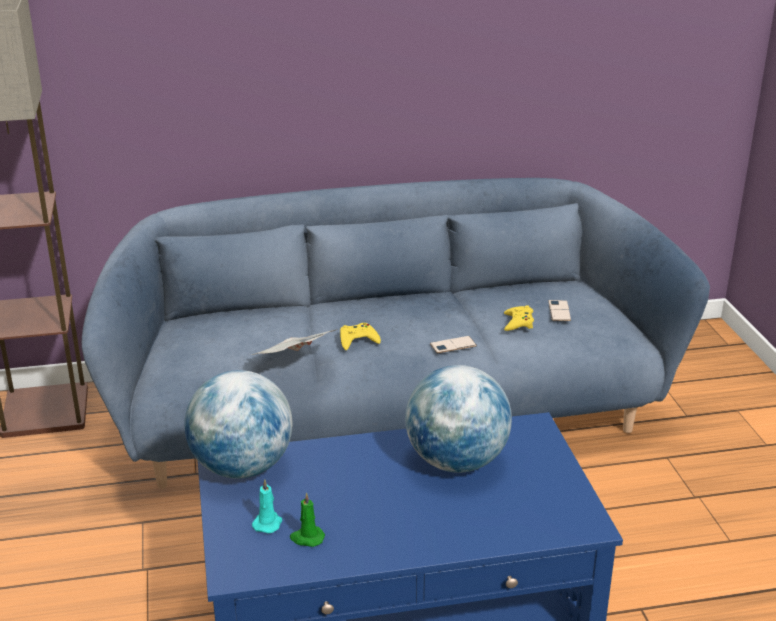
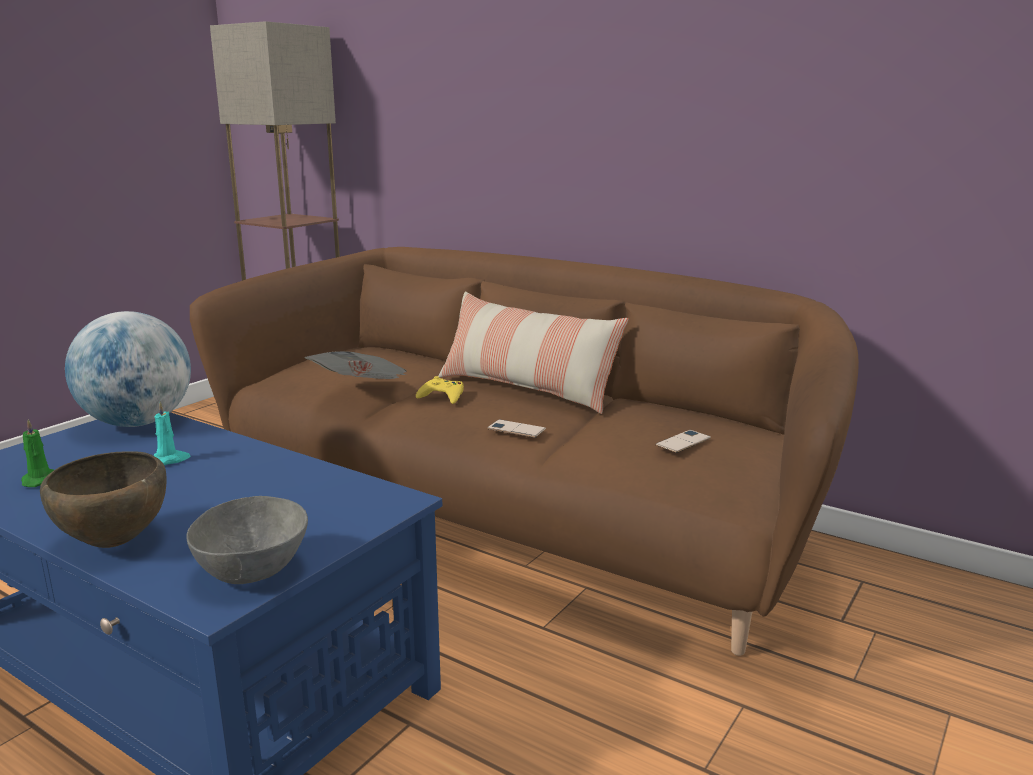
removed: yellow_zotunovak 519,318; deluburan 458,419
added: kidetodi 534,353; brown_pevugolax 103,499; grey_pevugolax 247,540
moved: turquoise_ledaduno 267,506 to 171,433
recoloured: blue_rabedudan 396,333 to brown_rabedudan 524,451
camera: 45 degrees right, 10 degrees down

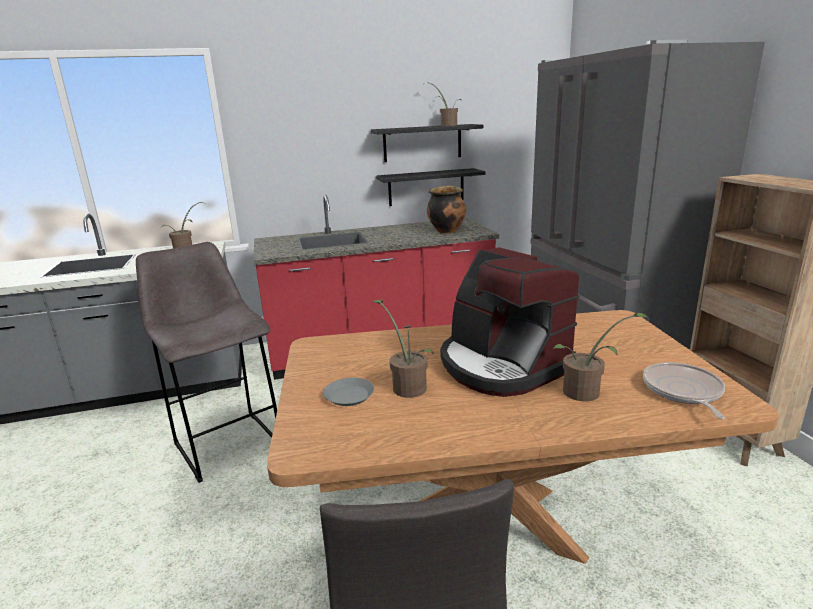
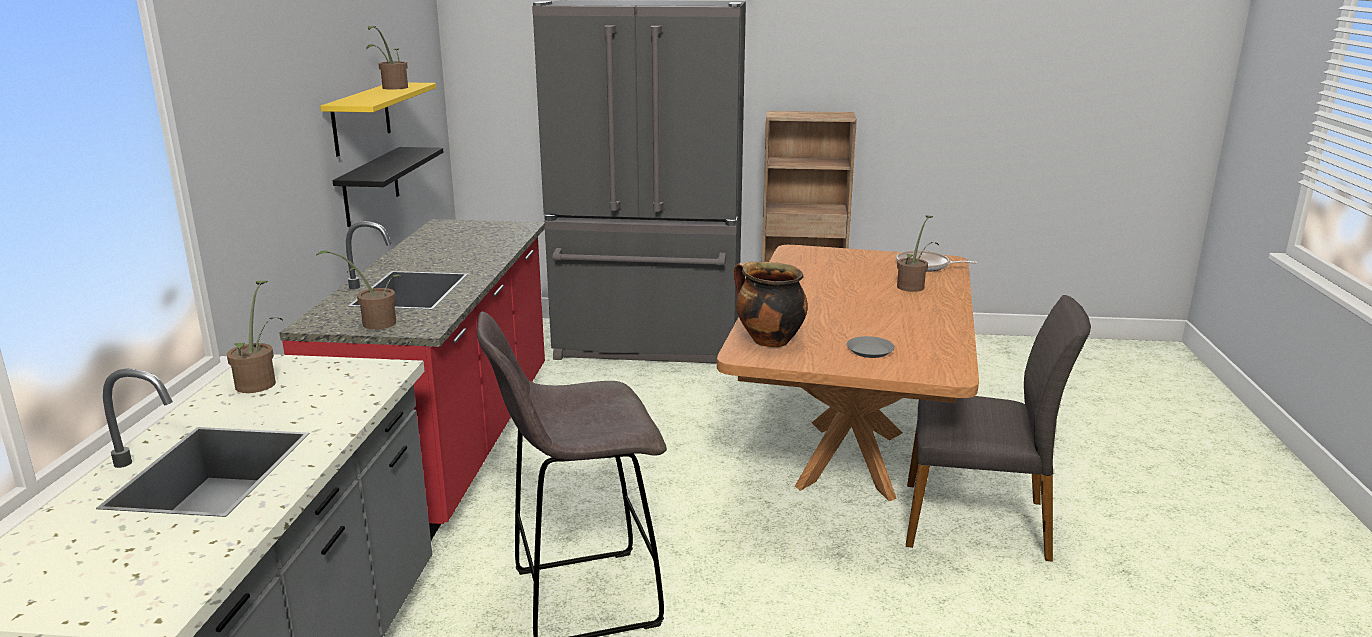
removed: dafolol 510,322
moved: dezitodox 446,209 to 771,304; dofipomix 403,348 to 358,290
recoloured: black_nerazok 427,143 to yellow_nerazok 378,119
camera: 70 degrees left, 0 degrees up

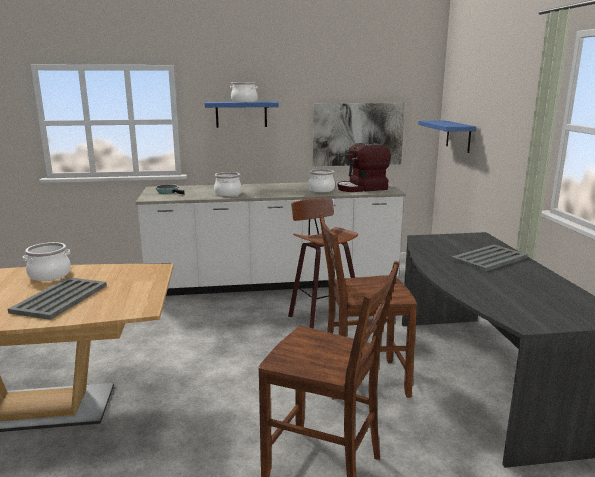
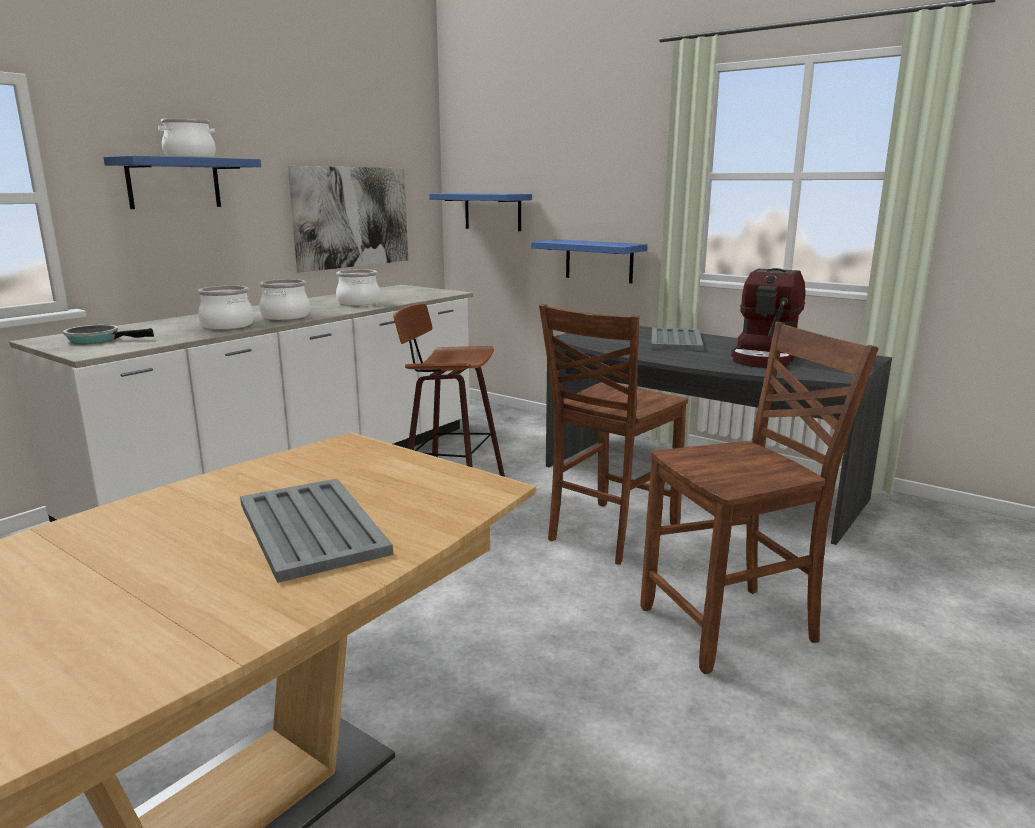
added: blue_nerazok 589,261
moved: dafolol 364,167 to 768,318; dezitodox 47,261 to 284,299
camera: 45 degrees left, 0 degrees up

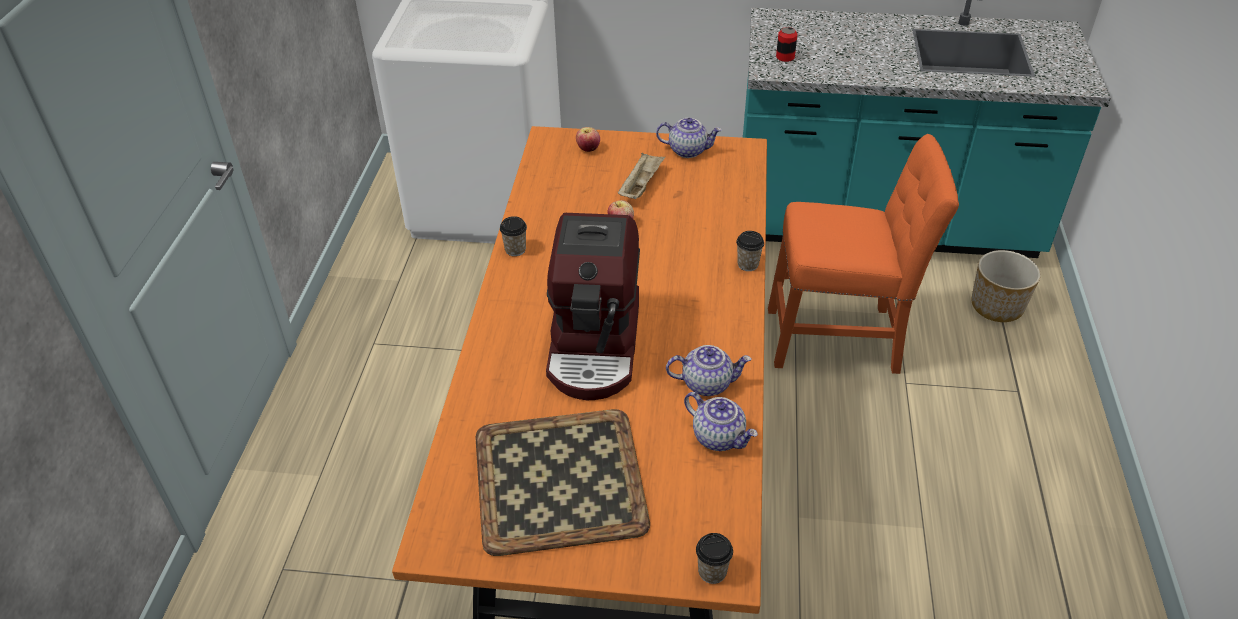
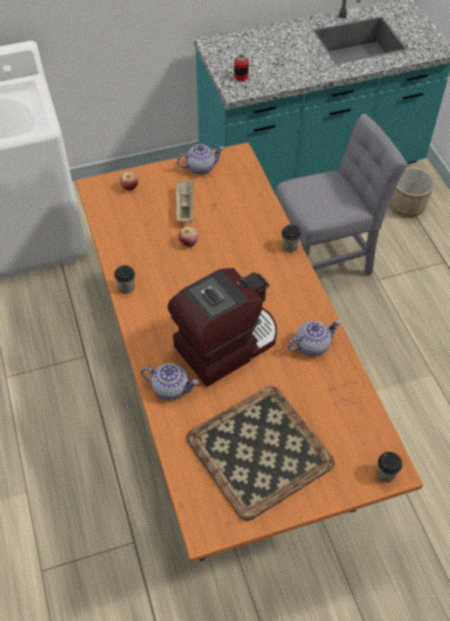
moved: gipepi 721,421 to 169,381
recoloured: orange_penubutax 863,254 to grey_penubutax 341,194
turned: dafolol 593,306 = 222,327 105 degrees counterclockwise
camera: 25 degrees left, 10 degrees up

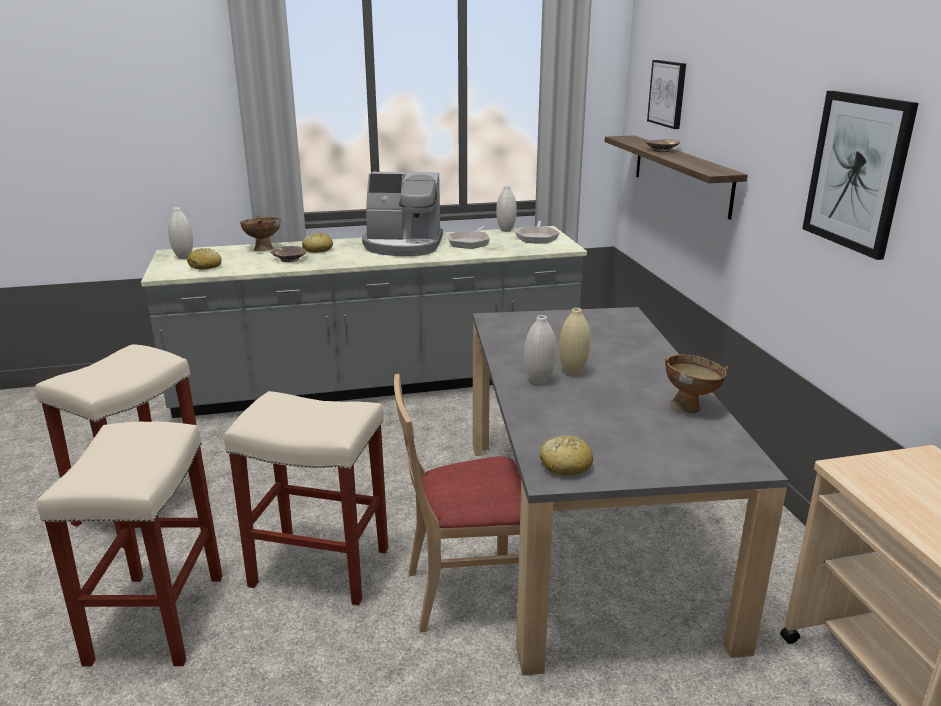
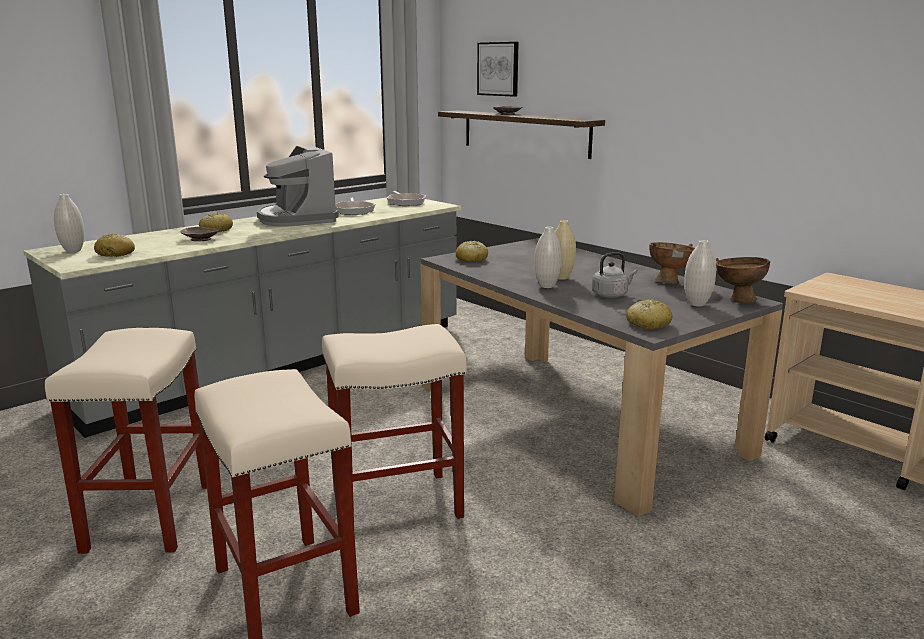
removed: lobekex 860,175; beige_penubutax 457,503
added: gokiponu 472,251; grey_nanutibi 614,275
moved: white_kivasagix 506,208 to 700,273; brown_pevugolax 260,233 to 743,280
turned: dafolol 402,214 = 298,186 90 degrees clockwise
camera: 30 degrees left, 5 degrees down

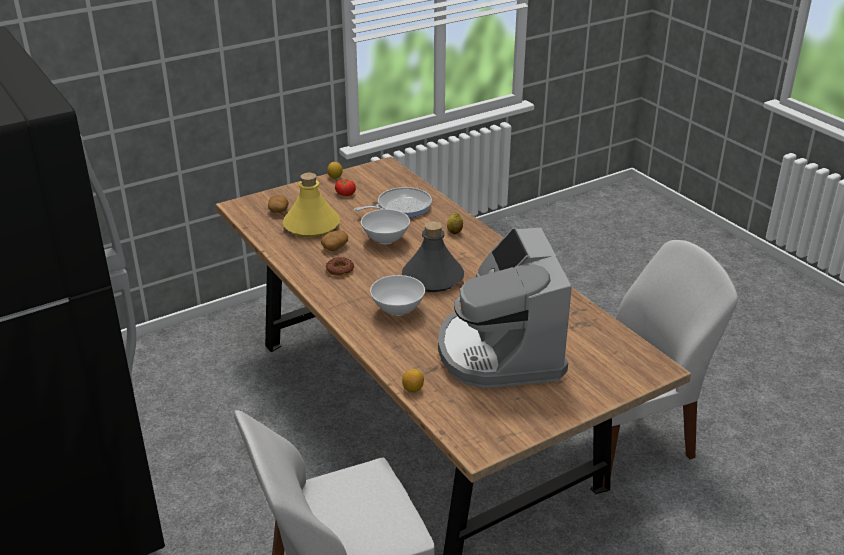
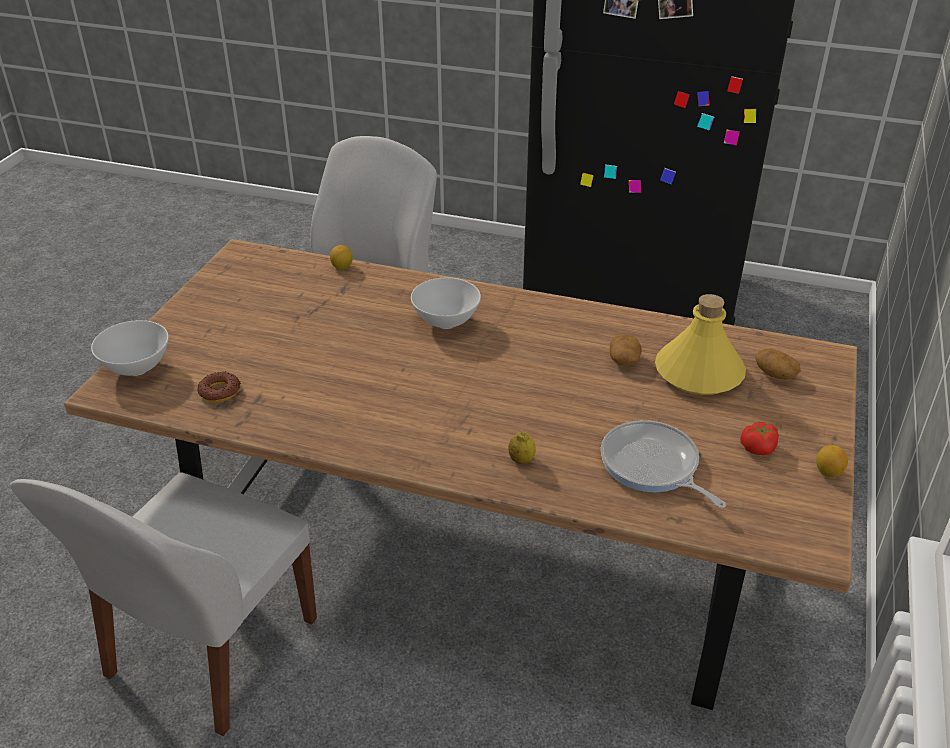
removed: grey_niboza 433,256; dafolol 505,307
moved: white_pevugolax 385,227 to 130,348; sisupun 340,266 to 219,387
turned: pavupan 393,202 = 663,464 120 degrees clockwise
camera: 140 degrees right, 5 degrees up

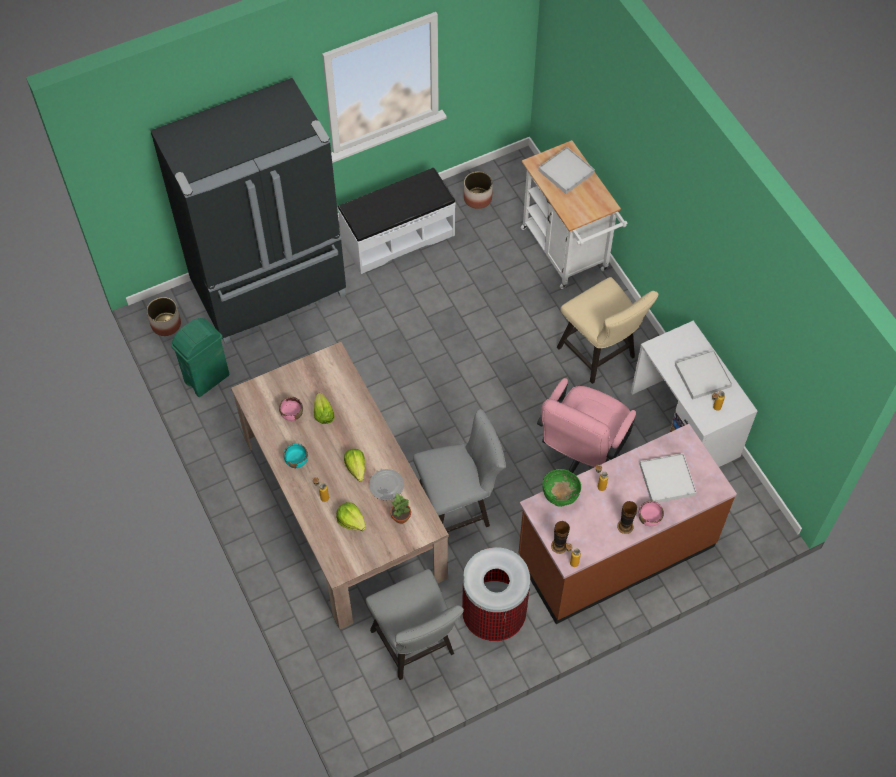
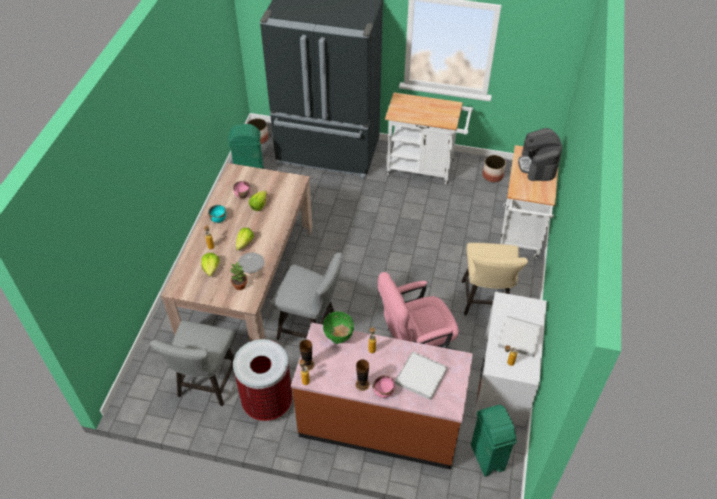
added: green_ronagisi 494,441
replaced: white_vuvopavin 566,170 to dafolol 540,154; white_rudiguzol 397,221 to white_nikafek 429,138
camera: 40 degrees right, 10 degrees down

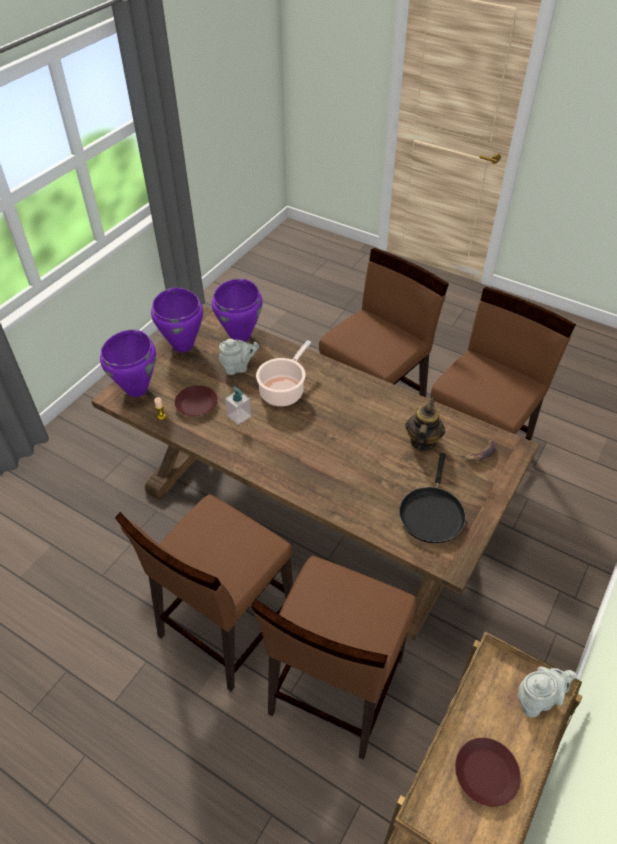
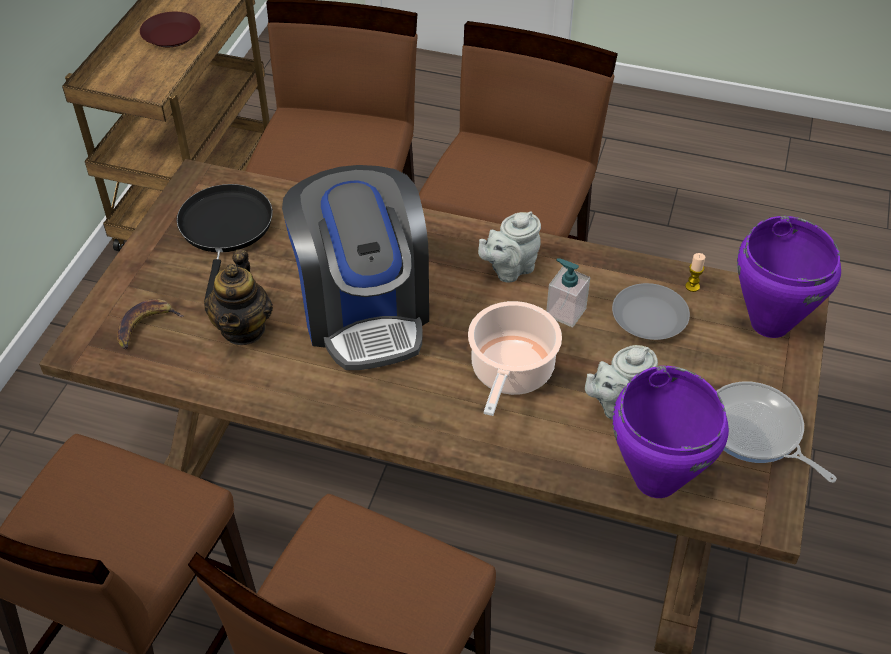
added: dafolol 355,267
moved: grey_gipepi 547,691 to 509,247
replaced: purple_dezitodox 177,320 to pavupan 776,432
recoloured: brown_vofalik 196,400 to grey_vofalik 651,311
camera: 165 degrees right, 0 degrees up

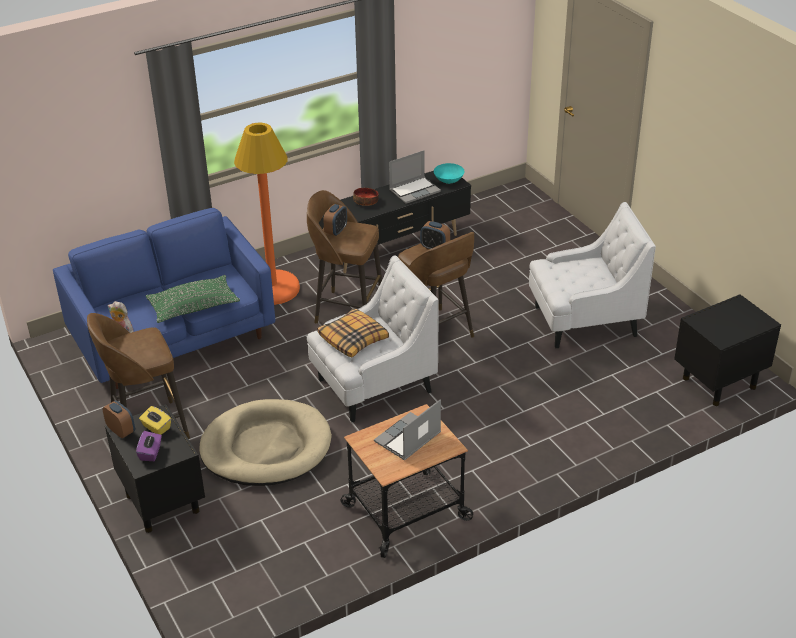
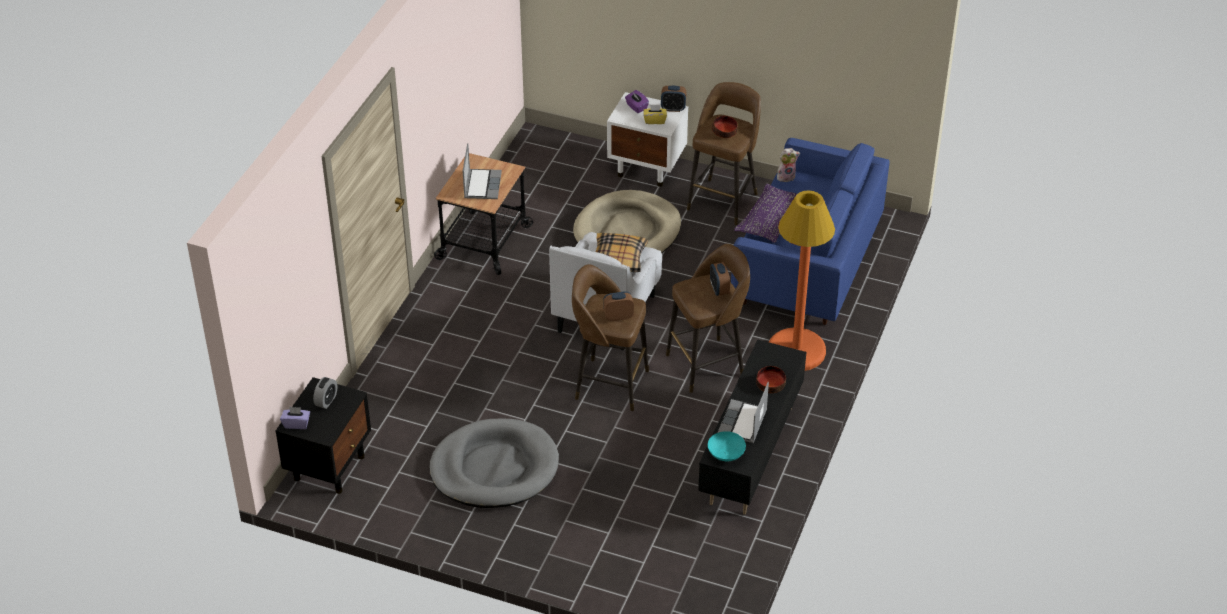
added: pevugolax 725,127; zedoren 325,393; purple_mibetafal 295,418
replaced: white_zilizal 592,275 to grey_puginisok 494,463
recoloured: green_kidetodi 193,299 to purple_kidetodi 765,213; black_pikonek 155,468 to white_pikonek 647,139
camera: 140 degrees right, 5 degrees up

